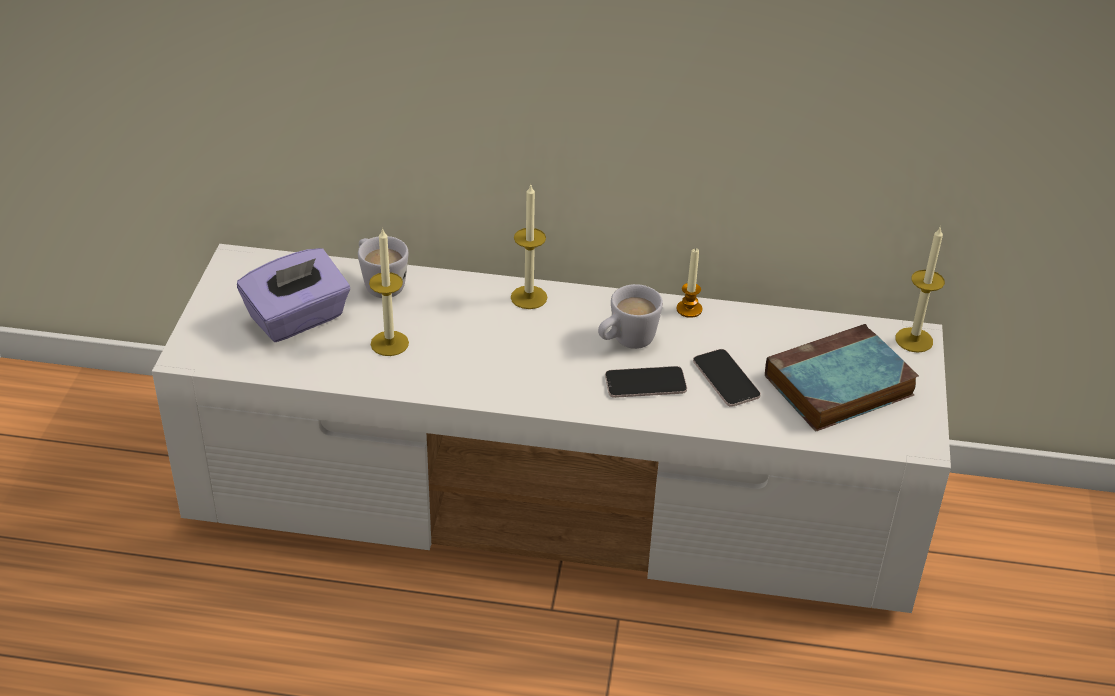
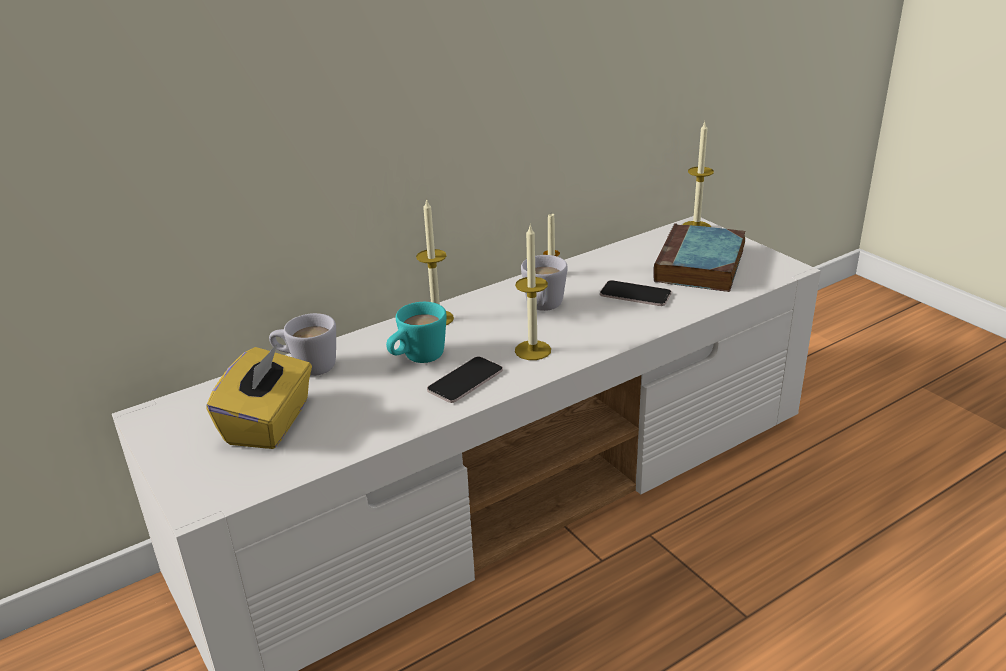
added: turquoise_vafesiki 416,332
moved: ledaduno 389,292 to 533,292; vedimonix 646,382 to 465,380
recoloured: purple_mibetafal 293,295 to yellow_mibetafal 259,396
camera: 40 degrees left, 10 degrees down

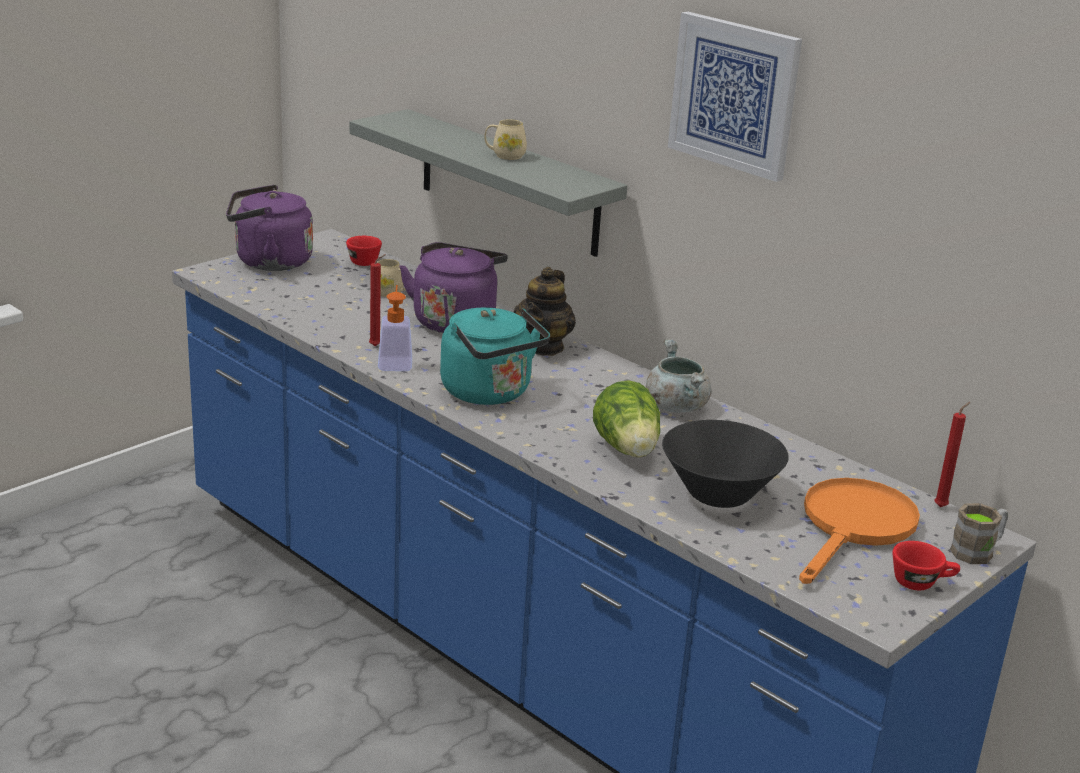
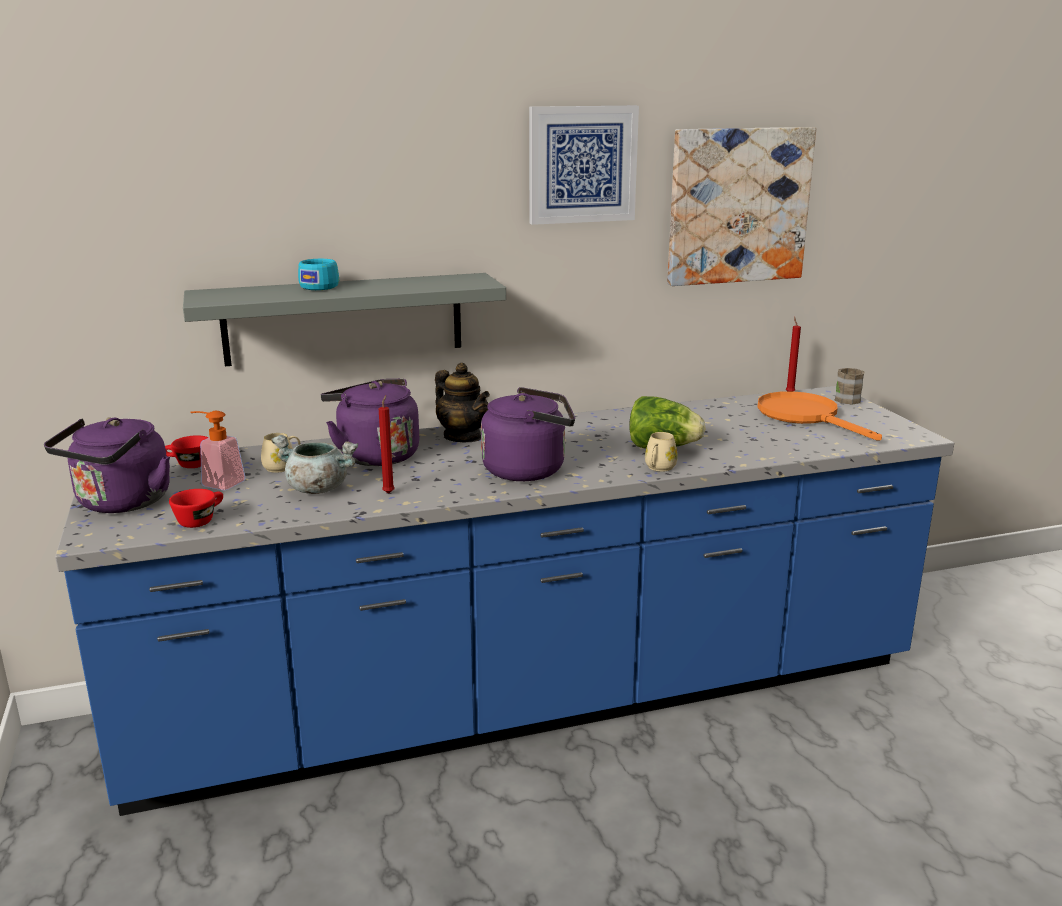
removed: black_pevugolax 725,464
added: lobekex 741,206; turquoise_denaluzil 318,274
moved: beige_vafesiki 505,139 to 661,452; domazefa 395,328 to 218,450; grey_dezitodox 678,376 to 314,464; red_denaluzil 926,565 to 196,508
recoloured: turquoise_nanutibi 495,356 to purple_nanutibi 528,434
camera: 60 degrees left, 5 degrees down

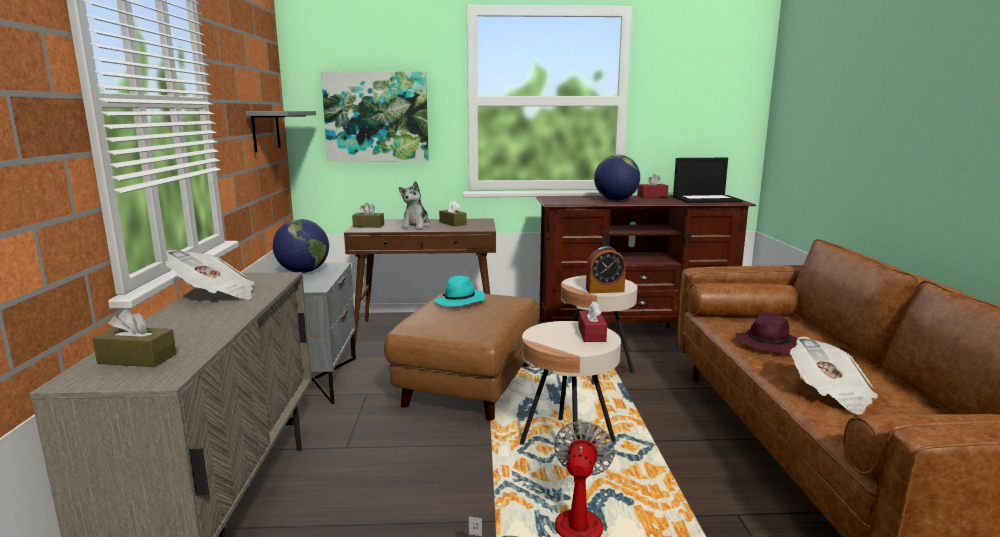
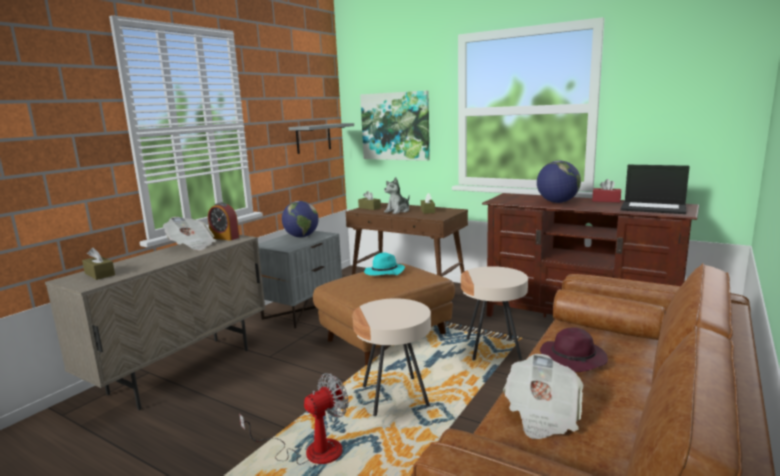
removed: red_mibetafal 592,321
moved: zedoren 606,269 to 224,221
camera: 35 degrees right, 0 degrees up

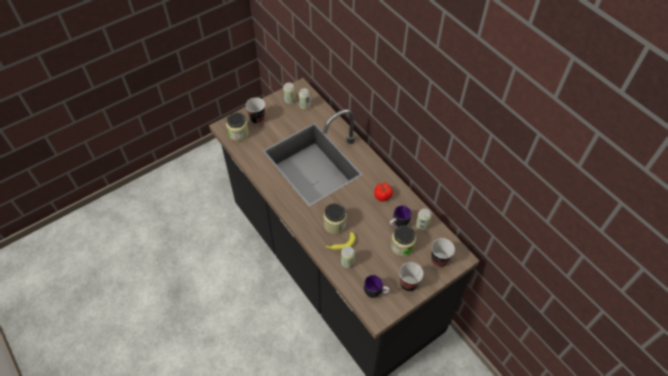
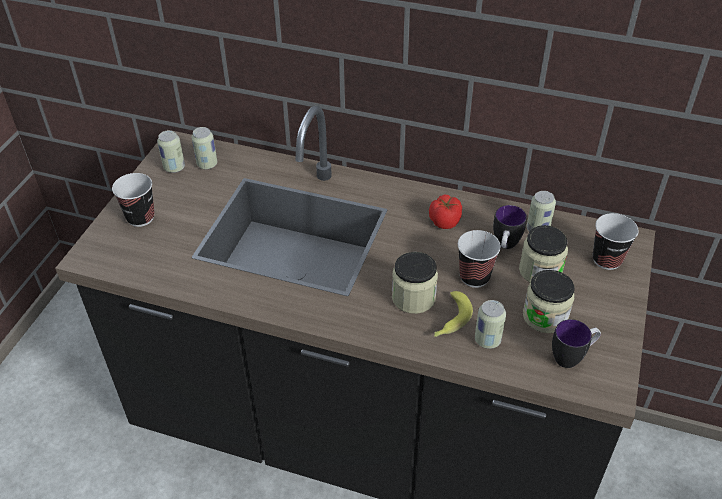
moved: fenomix 237,126 to 548,301; denaluzil 411,277 to 479,259
camera: 35 degrees left, 10 degrees down

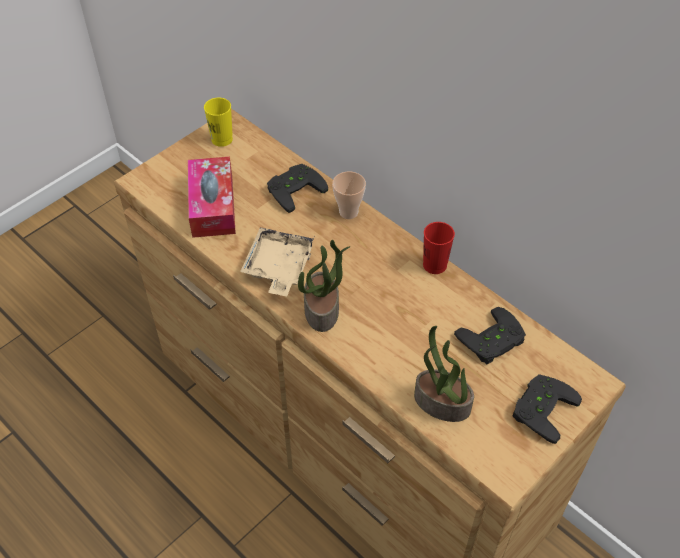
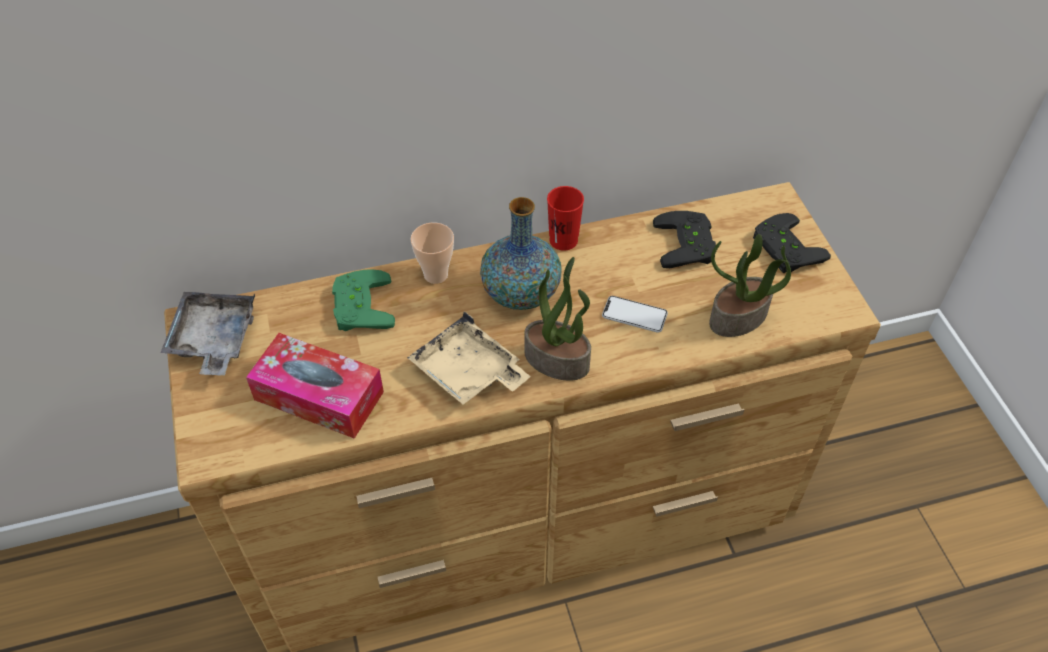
added: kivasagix 521,253; vedimonix 635,314
replaced: yellow_denaluzil 218,122 to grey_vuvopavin 207,333
recoloured: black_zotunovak 297,188 to green_zotunovak 363,300
camera: 60 degrees left, 0 degrees up

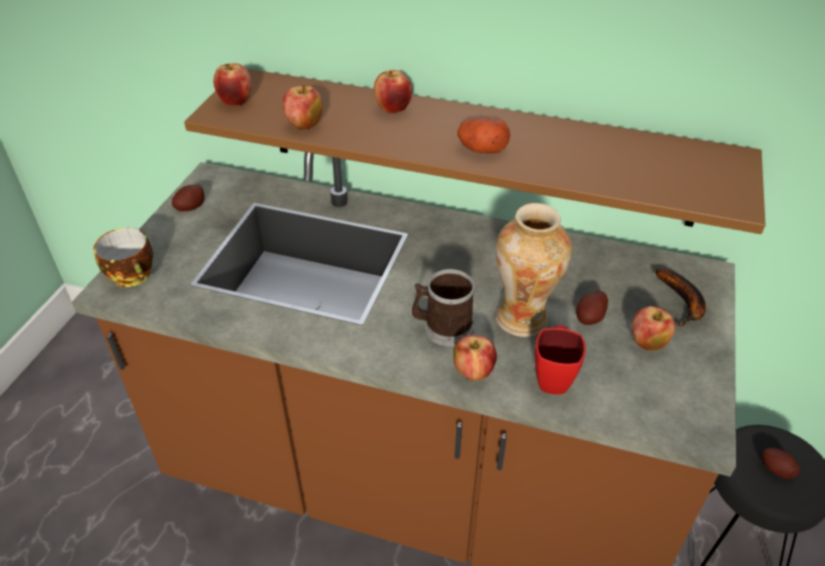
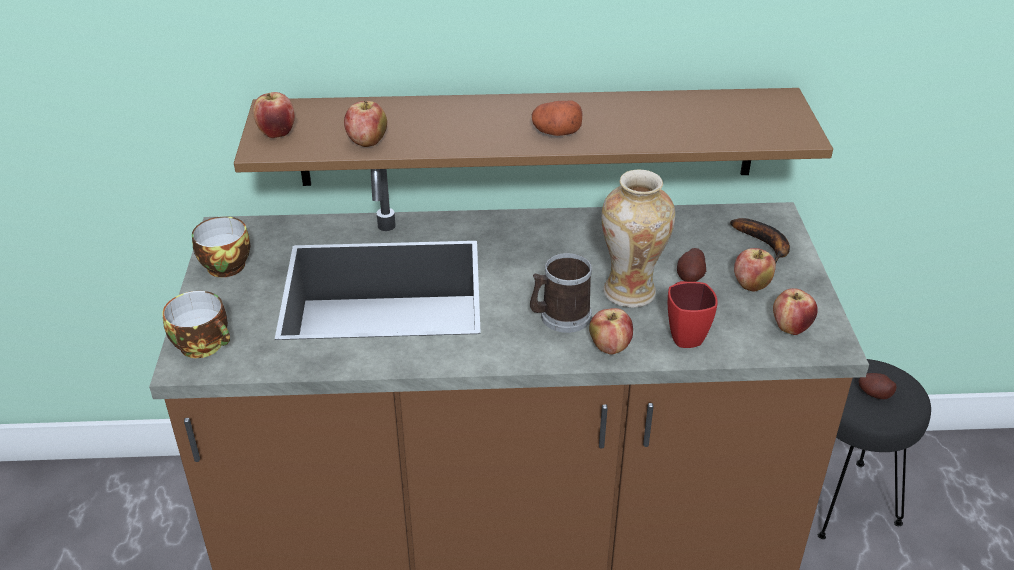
moved: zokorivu 393,92 to 795,311
replaced: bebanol 188,197 to denaluzil 221,246
camera: 20 degrees left, 5 degrees down

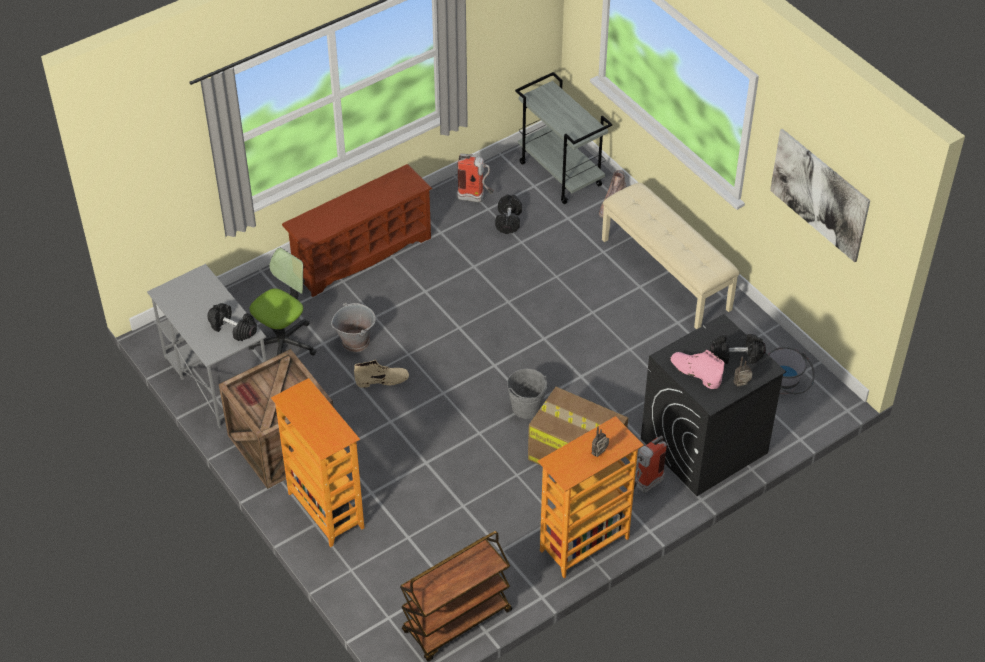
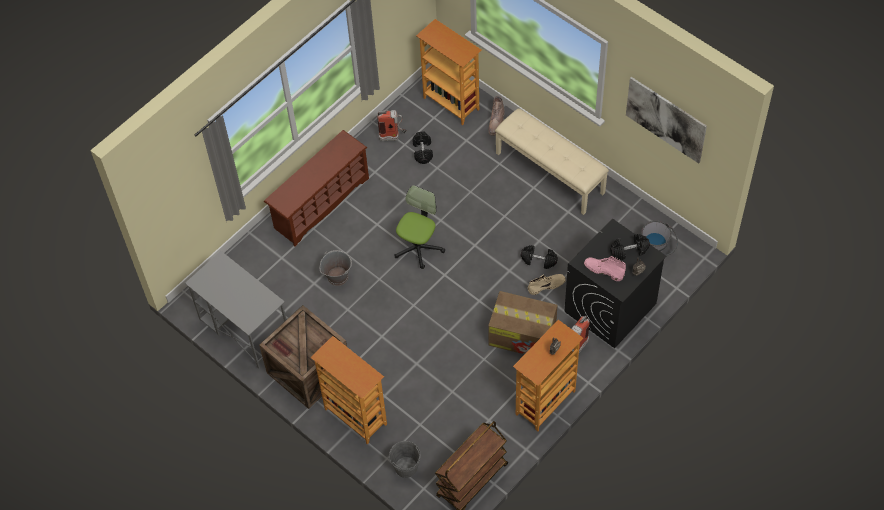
moved: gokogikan 282,302 to 420,227; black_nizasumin 232,322 to 539,257; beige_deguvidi 381,373 to 547,284; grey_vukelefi 527,394 to 405,459
replaced: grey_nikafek 563,138 to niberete 448,72
camera: 10 degrees left, 10 degrees up

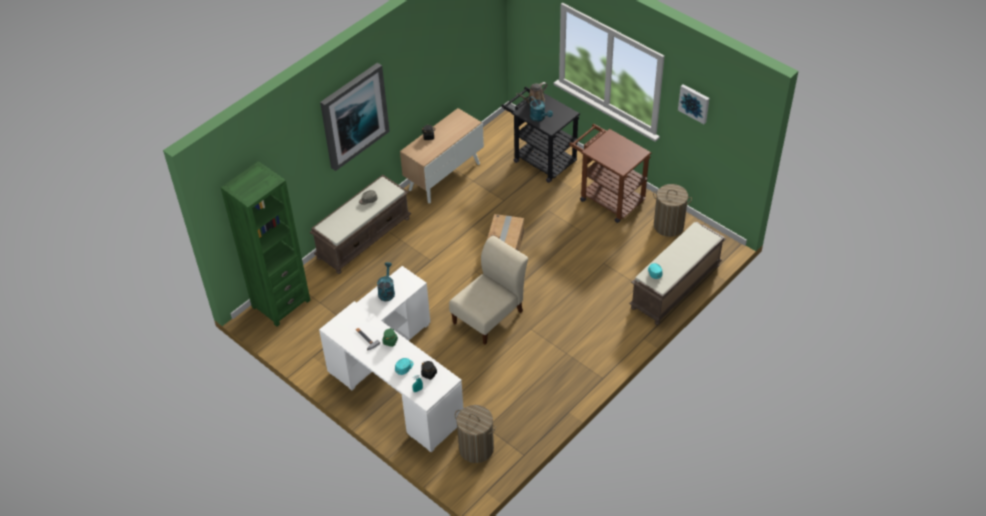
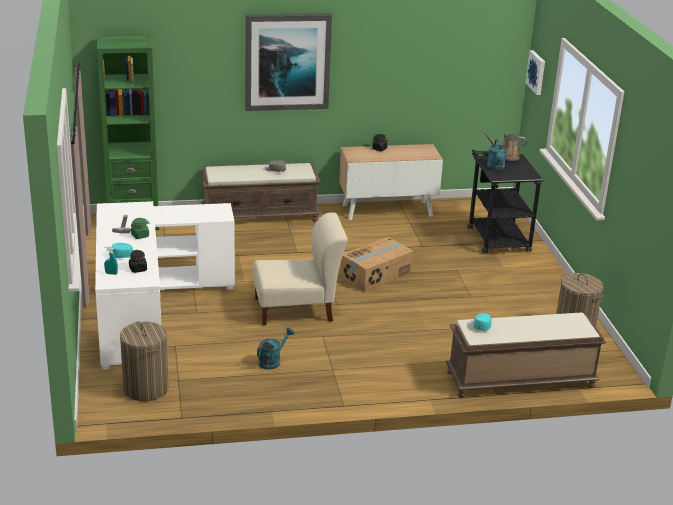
removed: brown_nikafek 610,173
moved: lobekex 694,104 to 535,72; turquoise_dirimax 386,281 to 275,349
camera: 35 degrees right, 20 degrees down

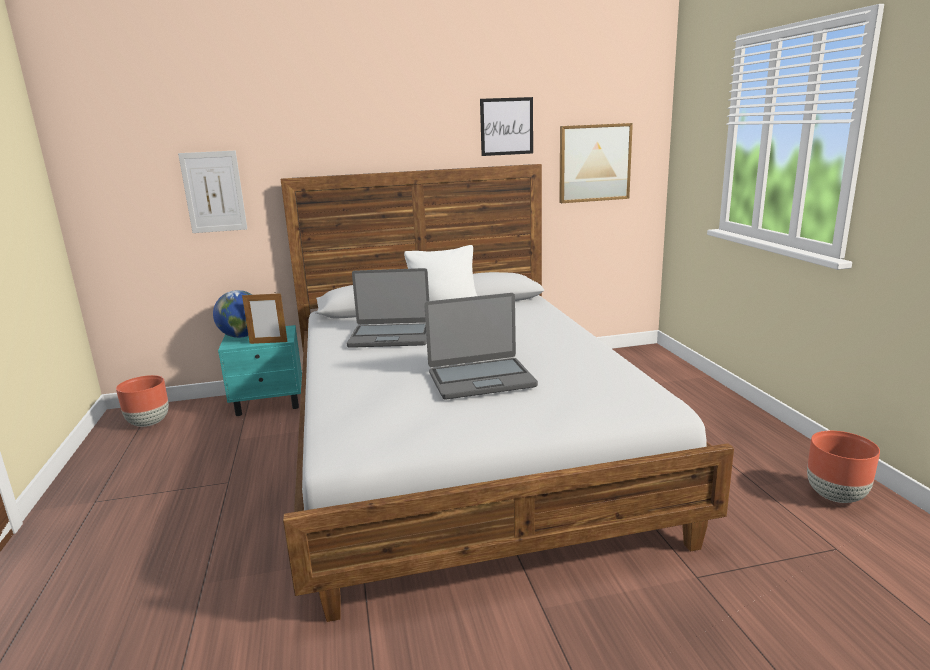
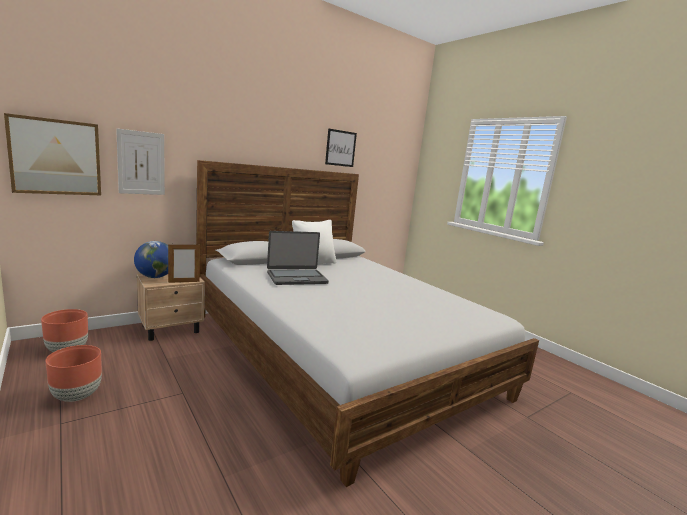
removed: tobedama 481,346
moved: lobekex 596,163 to 52,154; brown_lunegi 843,467 to 74,373
recoloured: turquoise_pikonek 260,370 to beige_pikonek 171,307
camera: 25 degrees left, 5 degrees down

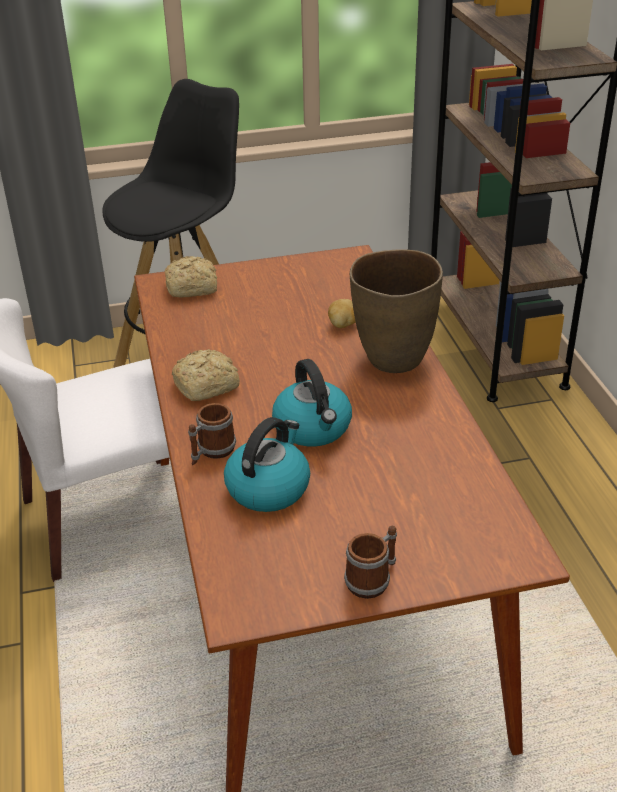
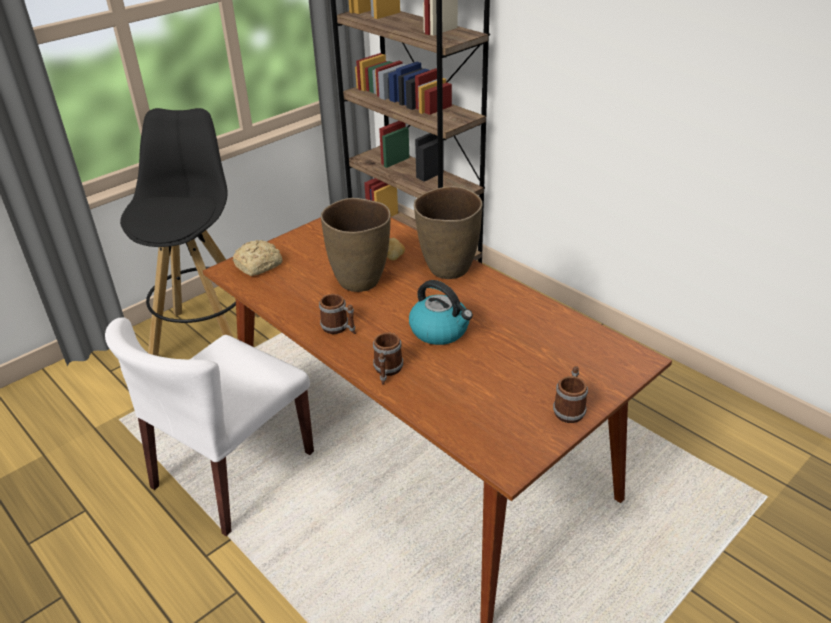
removed: nanutibi 267,464
added: brown_kivasagix 356,245
replaced: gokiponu 206,375 to vafesiki 337,314
camera: 30 degrees left, 0 degrees up

